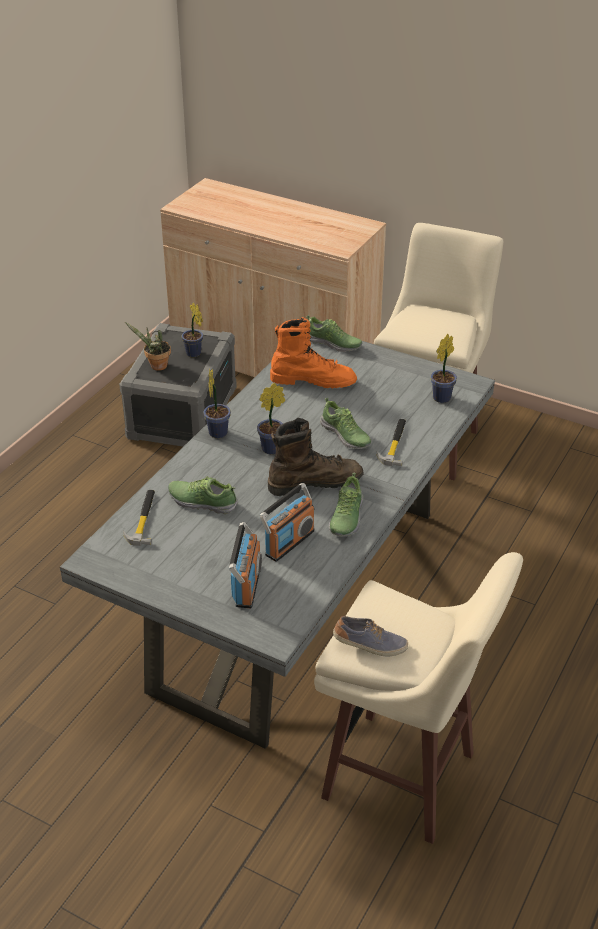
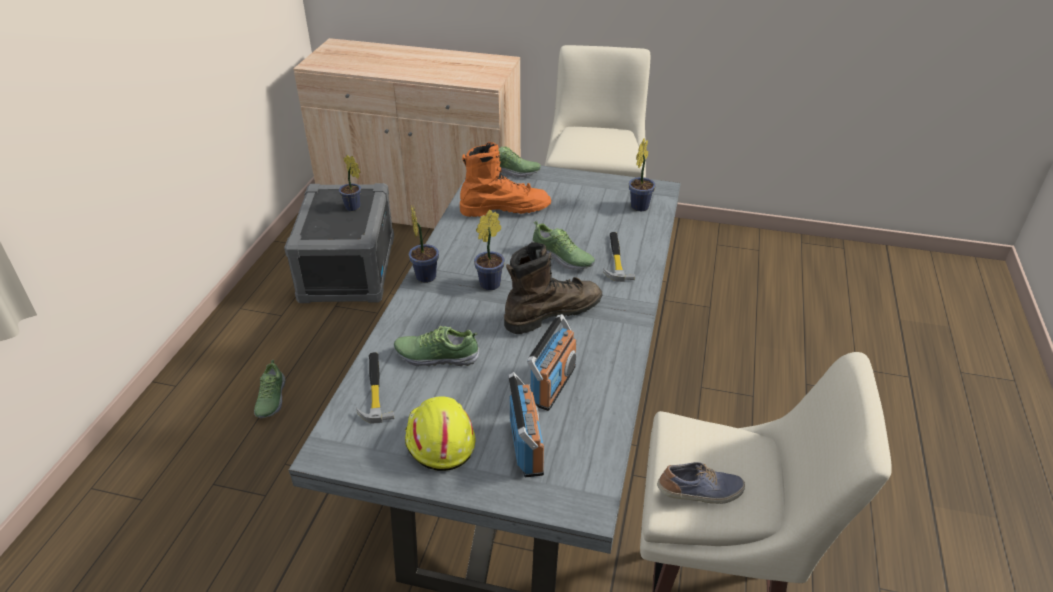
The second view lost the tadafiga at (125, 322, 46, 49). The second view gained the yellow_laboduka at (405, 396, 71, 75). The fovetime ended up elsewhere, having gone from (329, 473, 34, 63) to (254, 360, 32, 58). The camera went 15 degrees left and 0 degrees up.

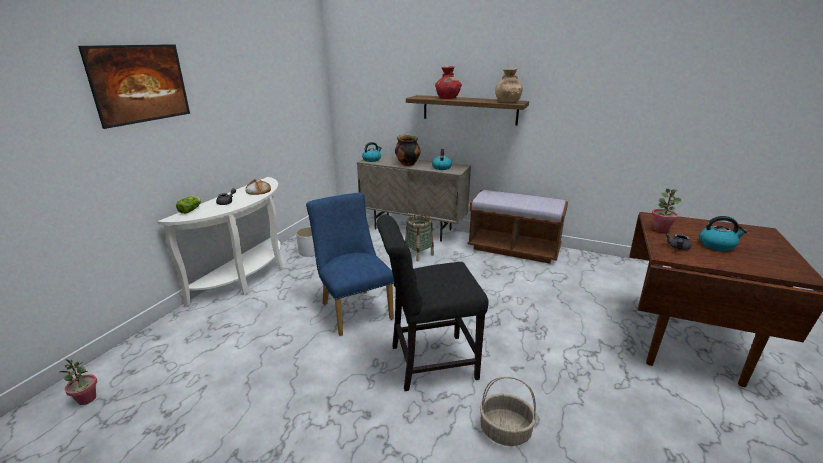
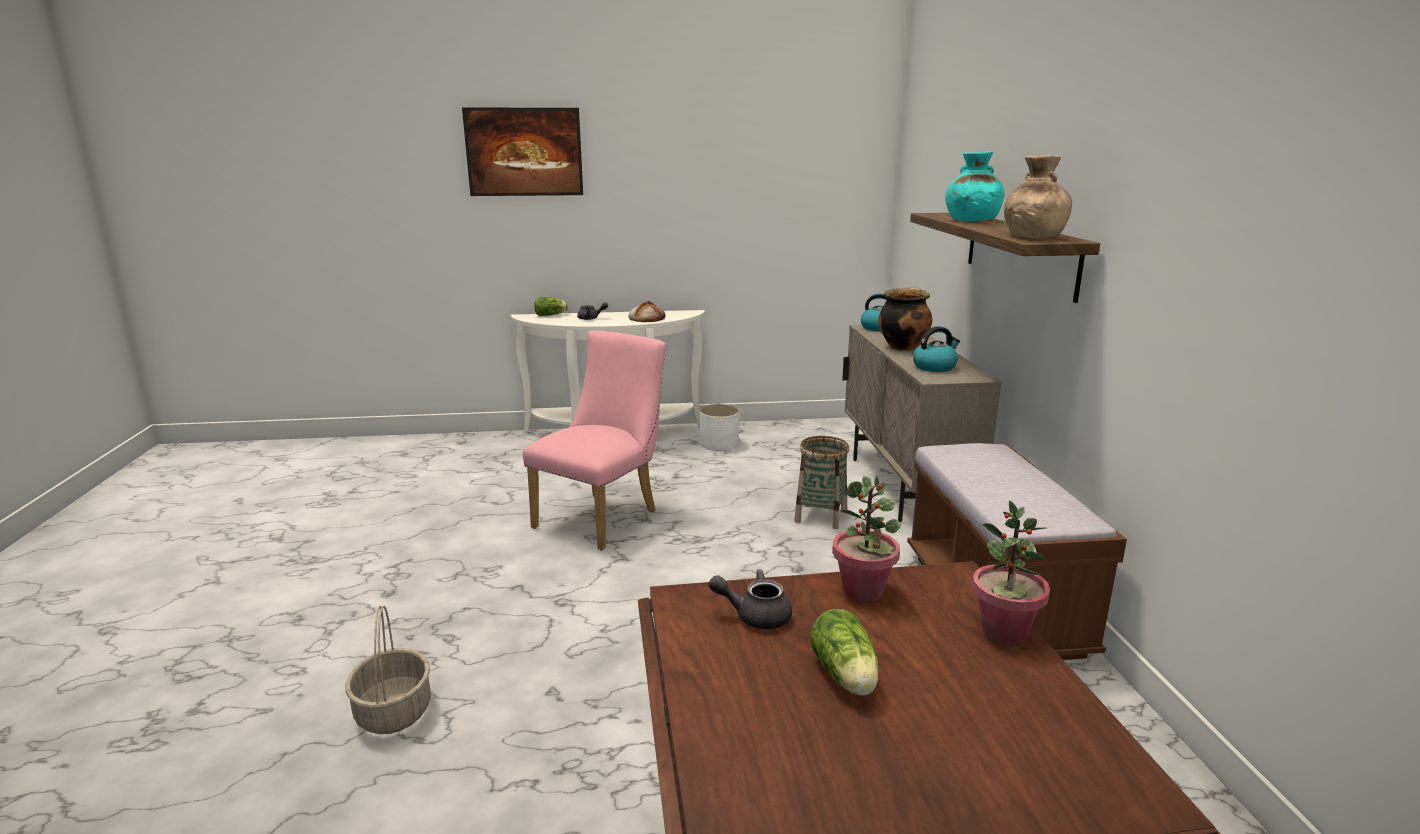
The second view lost the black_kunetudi at (377, 215, 112, 176). The tadafiga ended up elsewhere, having gone from (60, 359, 37, 46) to (972, 500, 78, 145). Where the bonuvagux stood at (699, 216, 48, 35), the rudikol came to stand at (810, 609, 69, 87). What was the blue_kunetudi at (306, 193, 88, 143) turned into the pink_kunetudi at (523, 331, 143, 220). What was the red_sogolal at (435, 66, 27, 33) turned into the turquoise_sogolal at (945, 151, 60, 70). The camera went 60 degrees right and 5 degrees down.

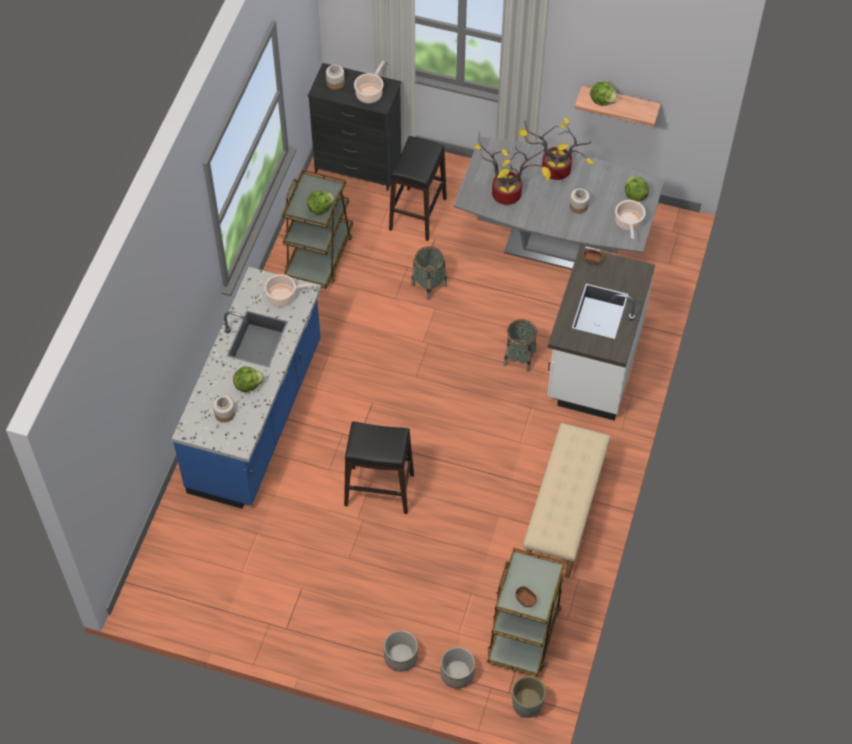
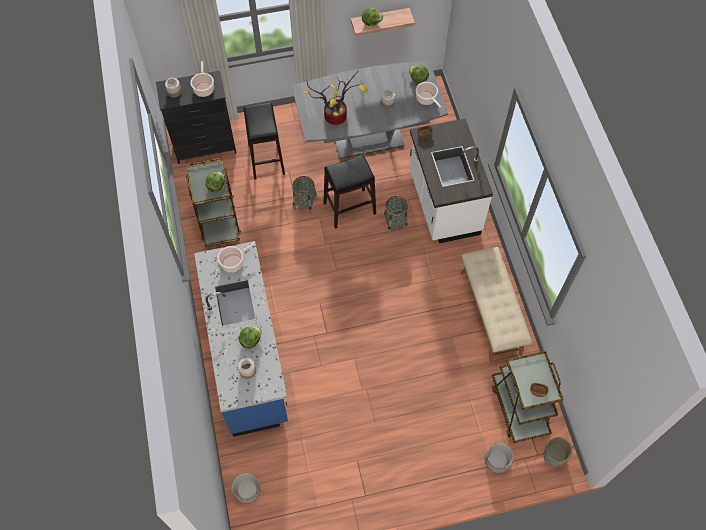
The second view lost the tadafiga at (518, 118, 76, 62). The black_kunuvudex ended up elsewhere, having gone from (344, 422, 70, 92) to (323, 154, 53, 75). The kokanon ended up elsewhere, having gone from (384, 630, 34, 42) to (232, 473, 28, 31). The camera went 30 degrees left and 5 degrees up.

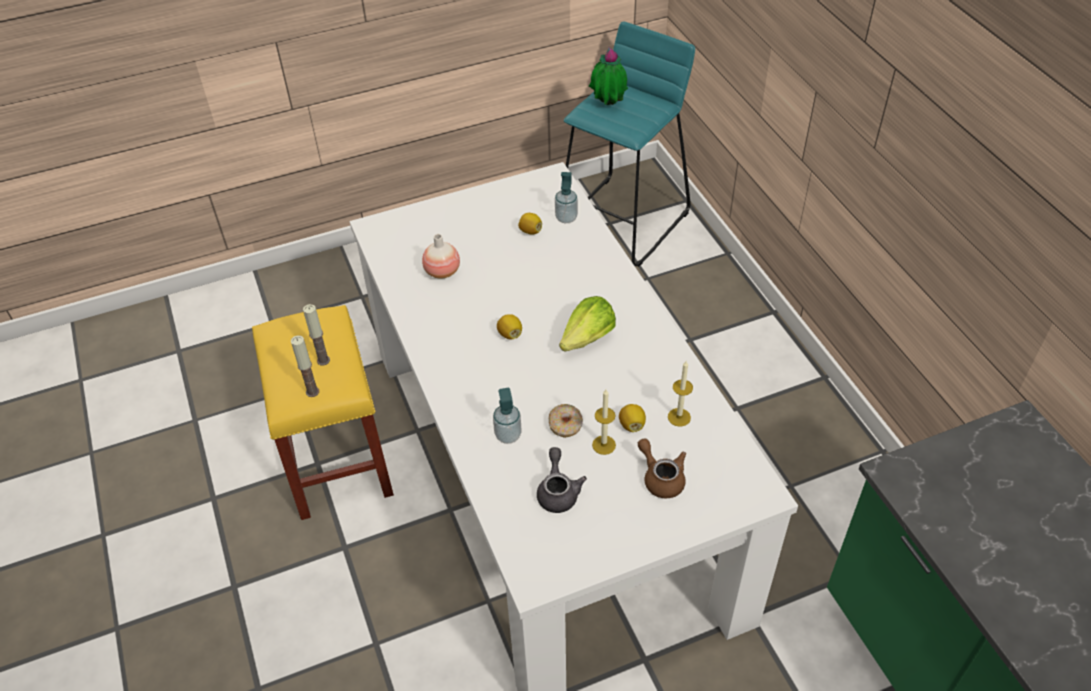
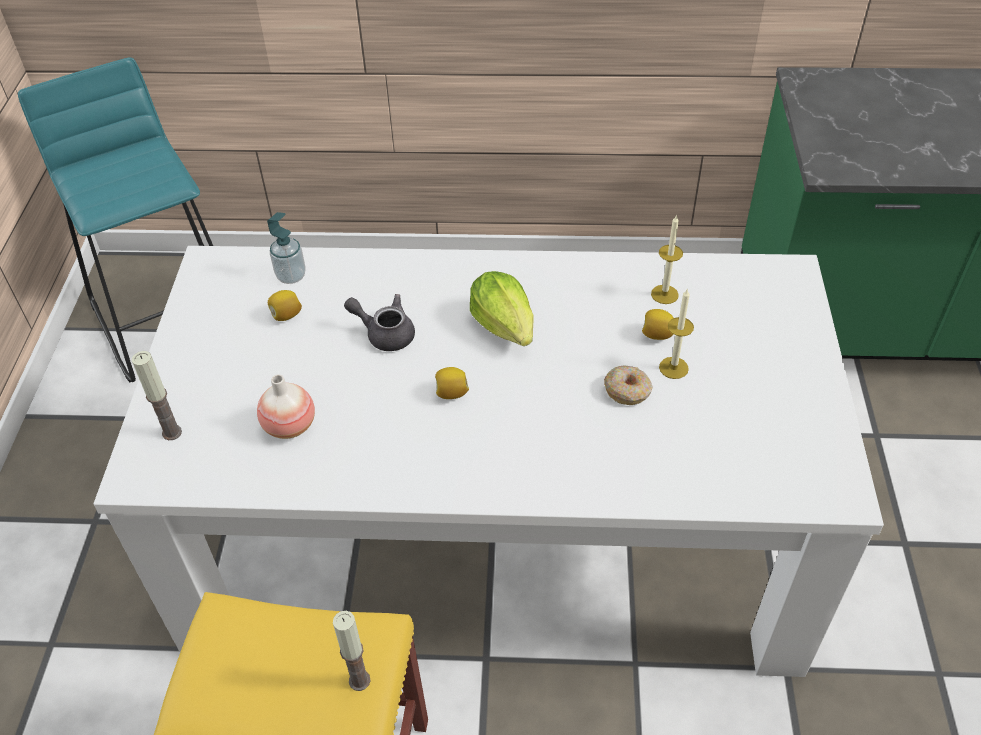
The second view lost the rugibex at (493, 388, 28, 56). The second view lost the tadafiga at (589, 47, 39, 58). The second view lost the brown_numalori at (638, 438, 48, 60). The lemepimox ended up elsewhere, having gone from (303, 304, 27, 62) to (132, 351, 50, 89). The grey_numalori ended up elsewhere, having gone from (537, 447, 50, 66) to (344, 294, 71, 57). The camera went 65 degrees left and 0 degrees up.

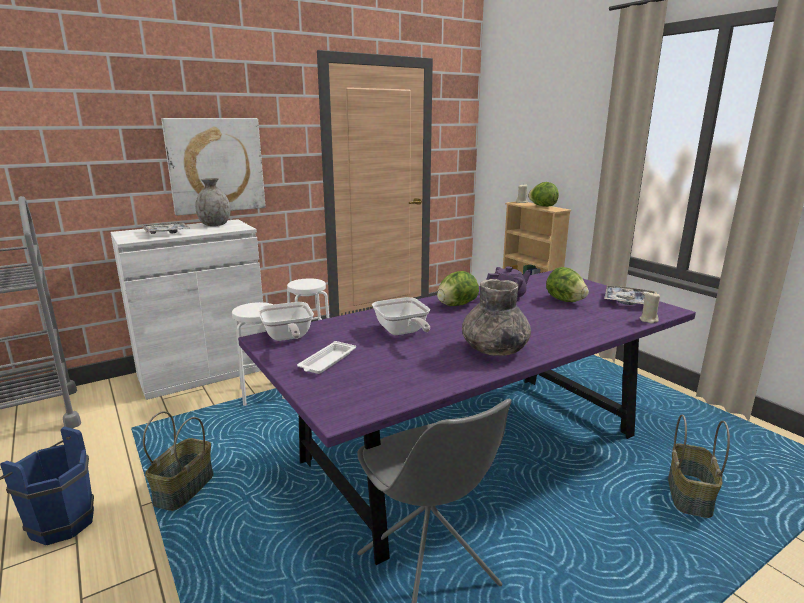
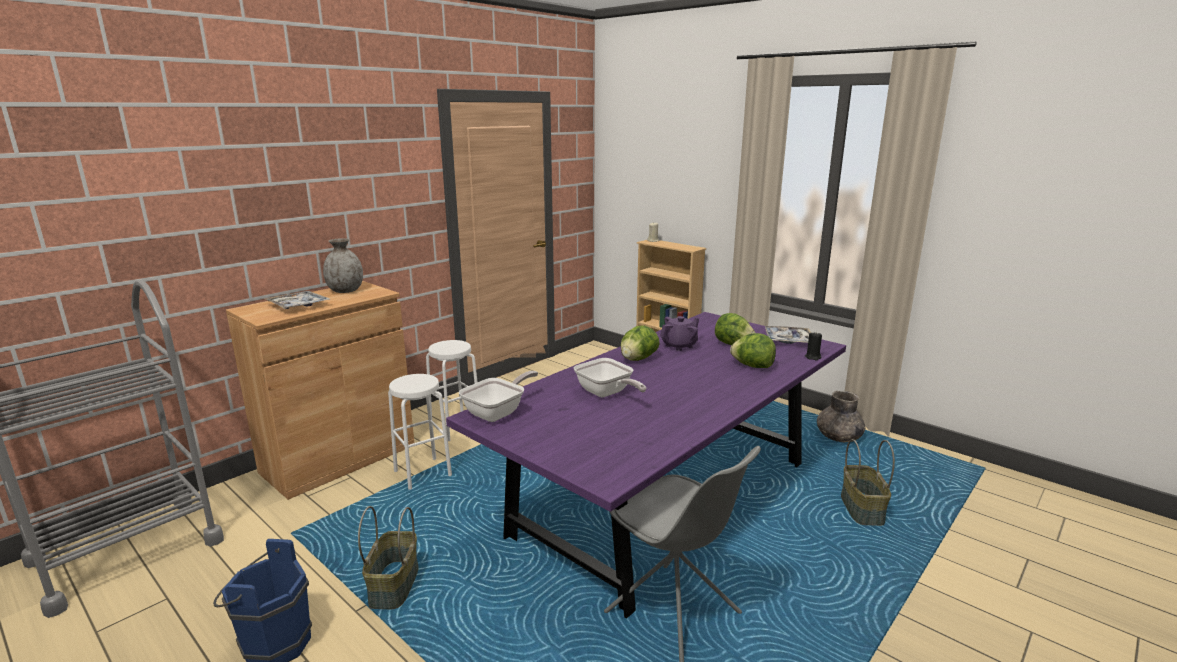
The second view lost the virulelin at (161, 118, 105, 98). The second view lost the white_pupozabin at (297, 341, 59, 33). The grey_sogolal ended up elsewhere, having gone from (462, 279, 69, 77) to (817, 391, 48, 51). The rudikol ended up elsewhere, having gone from (528, 182, 31, 25) to (730, 333, 46, 35). What was the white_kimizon at (110, 219, 156, 181) turned into the brown_kimizon at (226, 281, 188, 219). What was the beige_lemepimox at (640, 291, 20, 33) turned into the black_lemepimox at (805, 332, 17, 29). The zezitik at (258, 302, 56, 39) ended up facing another way, 105 degrees counterclockwise from before. The camera went 15 degrees left and 0 degrees up.

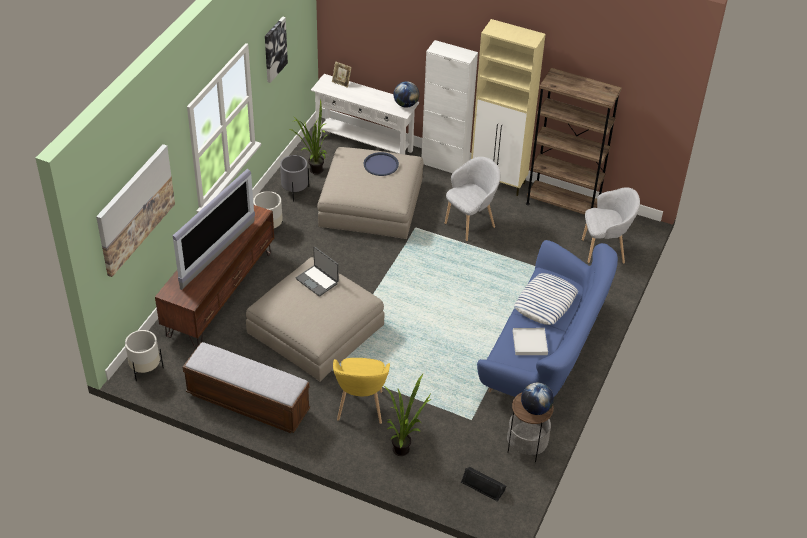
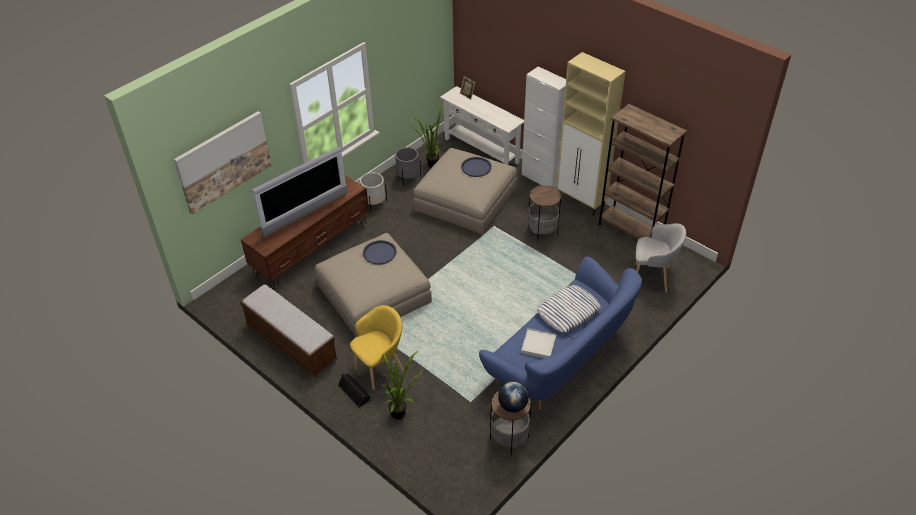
The second view lost the white_kokanon at (125, 330, 39, 52). The second view lost the virulelin at (265, 17, 23, 66). The second view lost the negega at (393, 81, 26, 27). The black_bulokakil ended up elsewhere, having gone from (461, 467, 45, 35) to (338, 374, 33, 34). Where the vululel stood at (296, 247, 43, 50), the blue_pupozabin came to stand at (363, 240, 34, 25). Where the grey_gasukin stood at (445, 157, 55, 84), the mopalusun came to stand at (528, 185, 33, 57). The yellow_gasukin at (333, 358, 57, 66) ended up facing another way, 150 degrees counterclockwise from before. The camera went 20 degrees right and 0 degrees up.

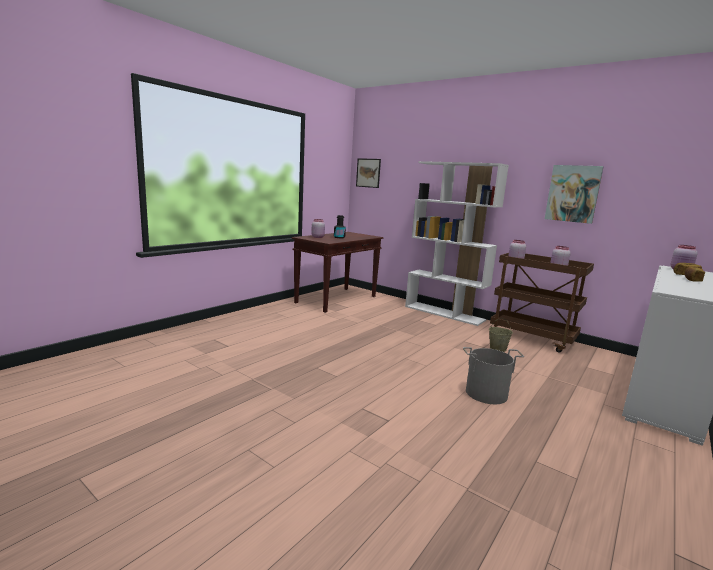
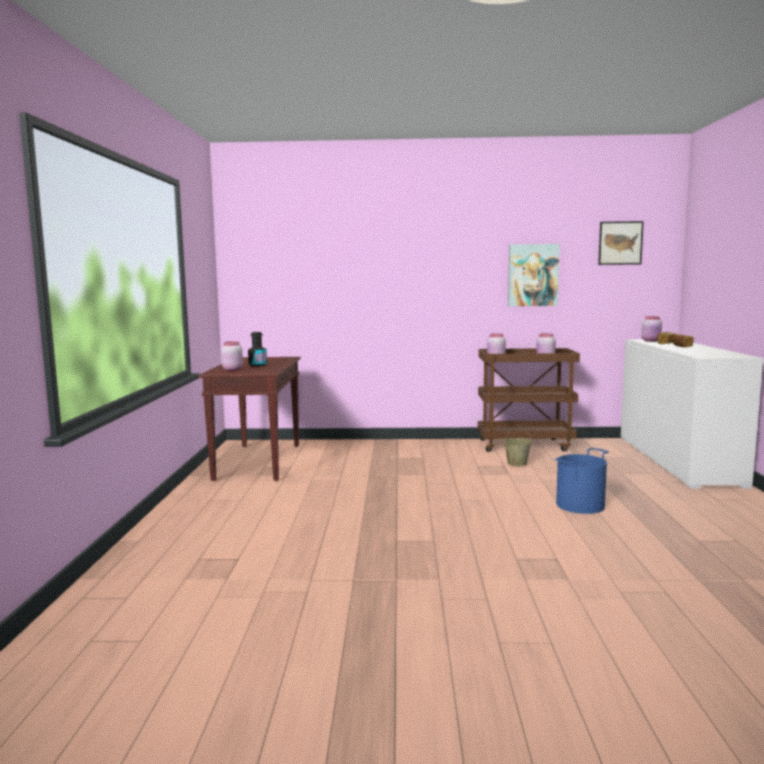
The second view lost the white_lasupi at (405, 161, 104, 165). The virulelin ended up elsewhere, having gone from (356, 158, 25, 30) to (598, 221, 46, 44). What was the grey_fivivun at (463, 347, 61, 57) turned into the blue_fivivun at (555, 448, 54, 66). The camera went 35 degrees left and 5 degrees down.

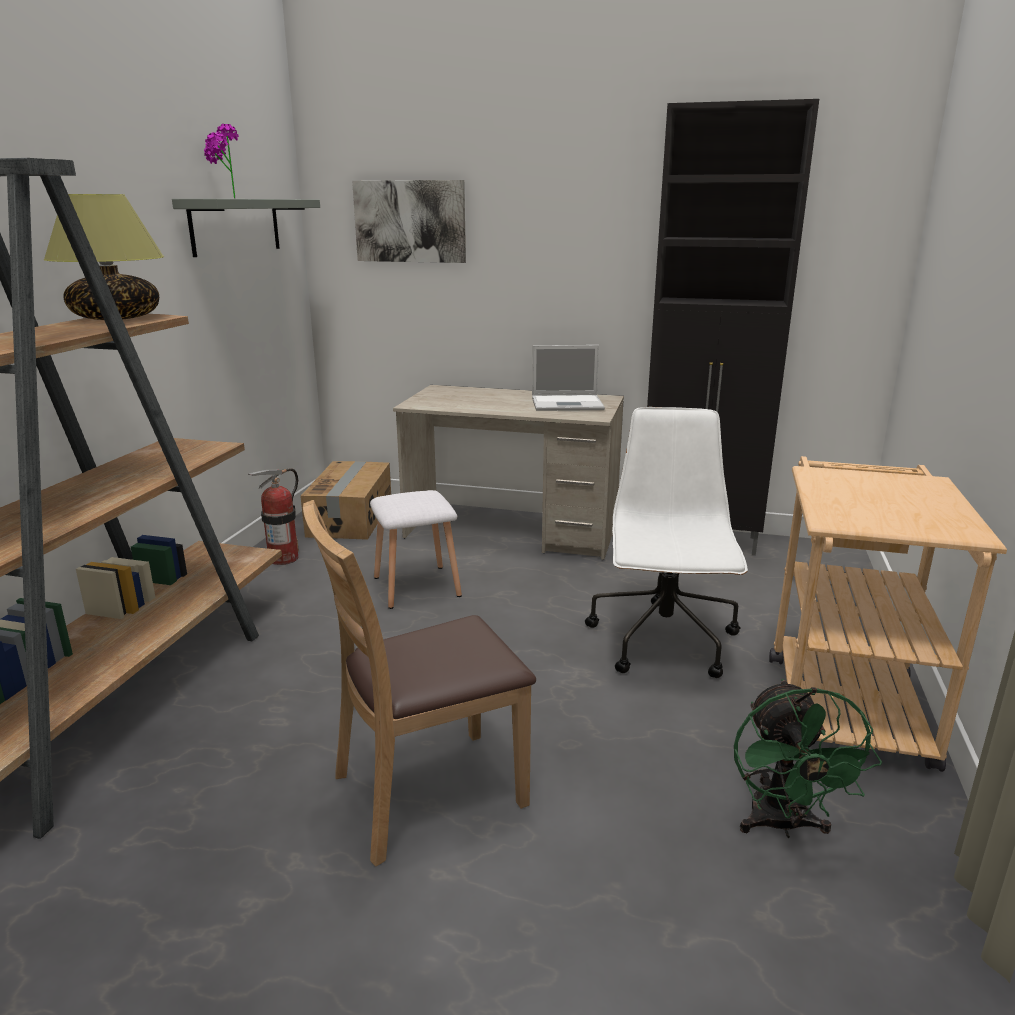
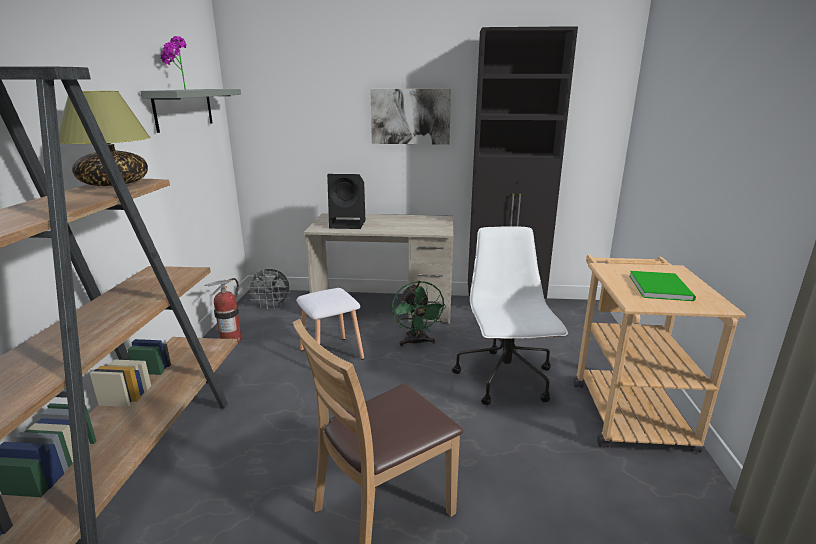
The second view lost the vululel at (532, 345, 73, 66). The second view gained the black_bulokakil at (327, 174, 38, 55). The second view gained the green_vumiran at (629, 271, 67, 30). The virulelin ended up elsewhere, having gone from (352, 180, 114, 83) to (370, 89, 81, 56). The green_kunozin ended up elsewhere, having gone from (734, 679, 148, 159) to (392, 281, 54, 65). Where the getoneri stood at (300, 461, 91, 79), the grey_kunozin came to stand at (247, 269, 44, 40). The camera went 10 degrees left and 0 degrees up.

